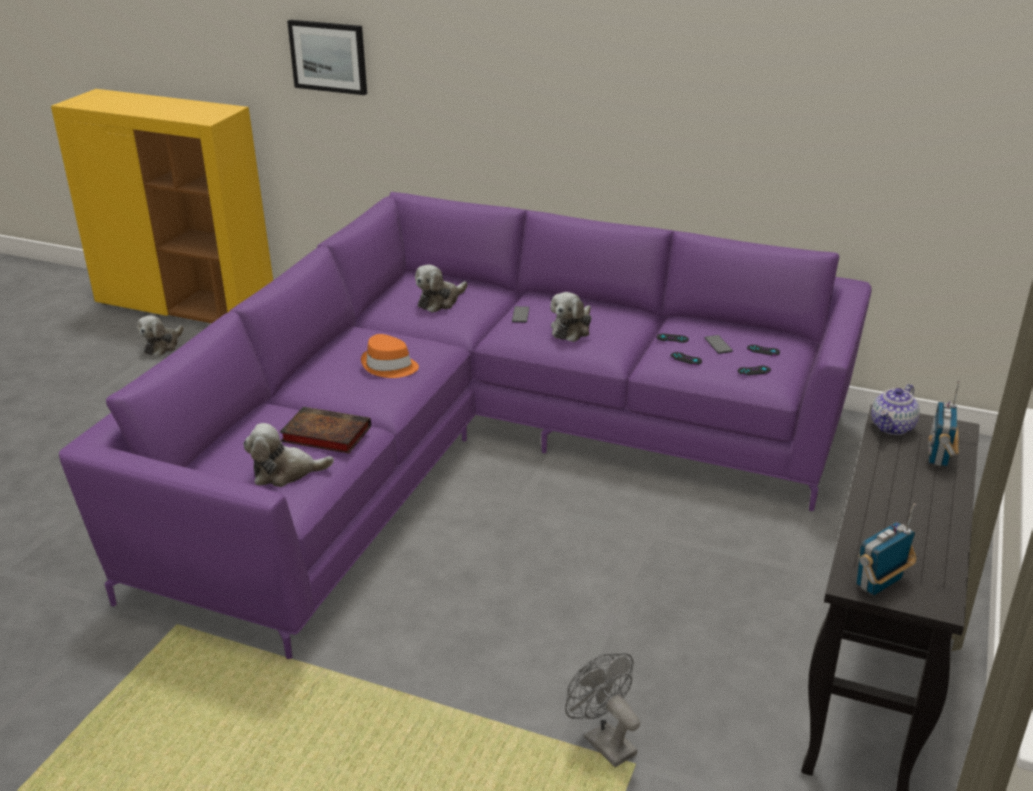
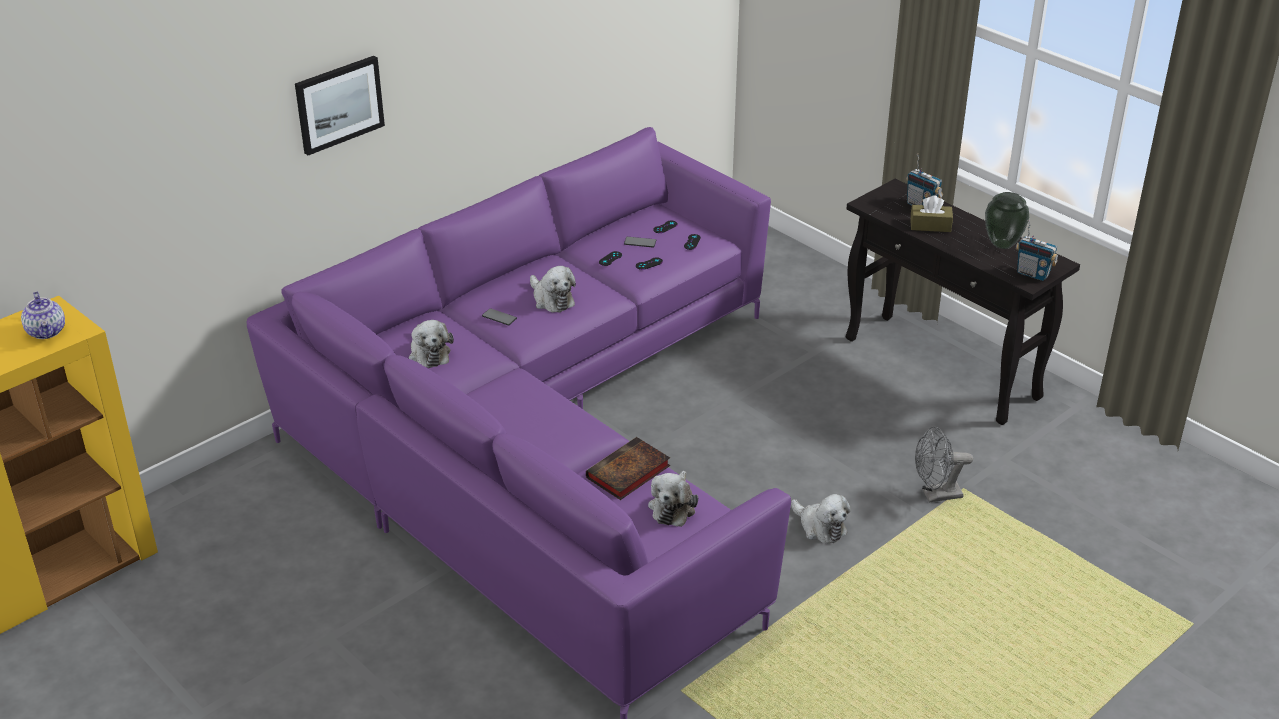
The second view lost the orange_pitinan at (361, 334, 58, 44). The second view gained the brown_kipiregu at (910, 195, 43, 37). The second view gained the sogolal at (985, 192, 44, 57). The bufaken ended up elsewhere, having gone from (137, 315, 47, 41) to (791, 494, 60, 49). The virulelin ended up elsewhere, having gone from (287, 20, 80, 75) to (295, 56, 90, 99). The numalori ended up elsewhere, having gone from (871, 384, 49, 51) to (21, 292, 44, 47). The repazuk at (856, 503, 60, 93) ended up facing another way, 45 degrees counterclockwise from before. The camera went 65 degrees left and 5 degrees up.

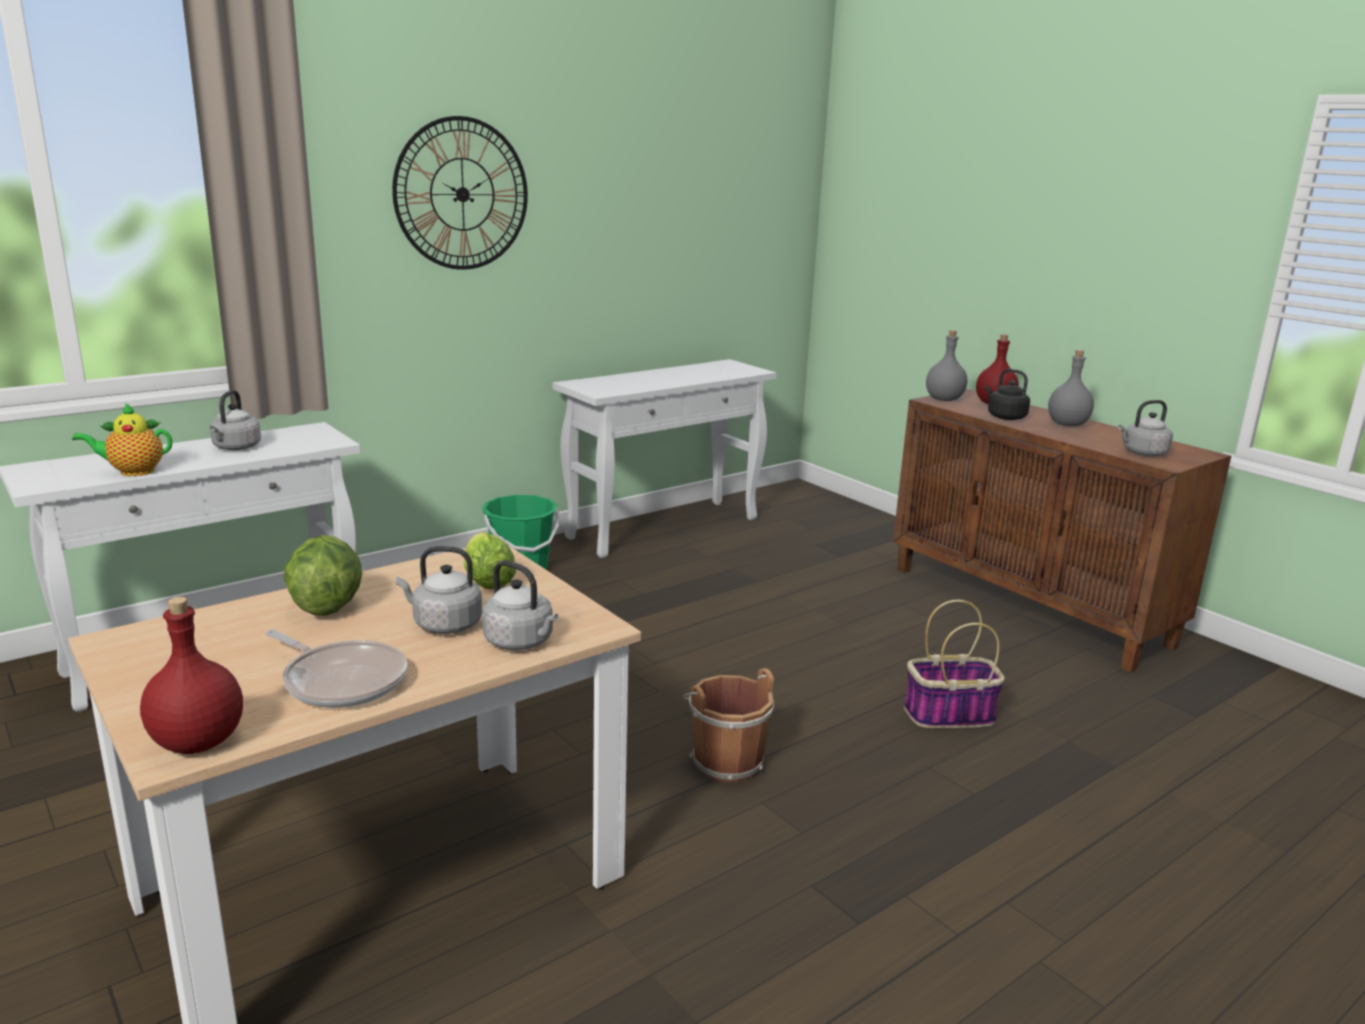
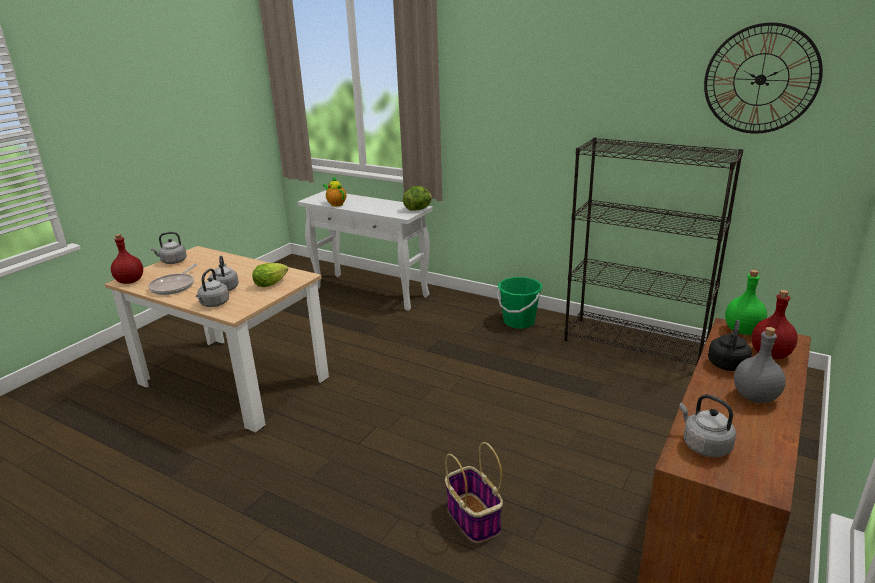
The second view lost the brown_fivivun at (683, 668, 91, 114). The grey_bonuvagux ended up elsewhere, having gone from (209, 390, 52, 60) to (150, 232, 37, 32). The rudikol ended up elsewhere, having gone from (283, 535, 79, 81) to (403, 186, 29, 25). The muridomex ended up elsewhere, having gone from (392, 116, 136, 154) to (704, 22, 119, 112). Where the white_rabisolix stood at (553, 359, 224, 199), the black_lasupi came to stand at (564, 137, 179, 229). What was the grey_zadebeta at (926, 330, 41, 71) turned into the green_zadebeta at (725, 270, 42, 65). The camera went 70 degrees right and 5 degrees up.

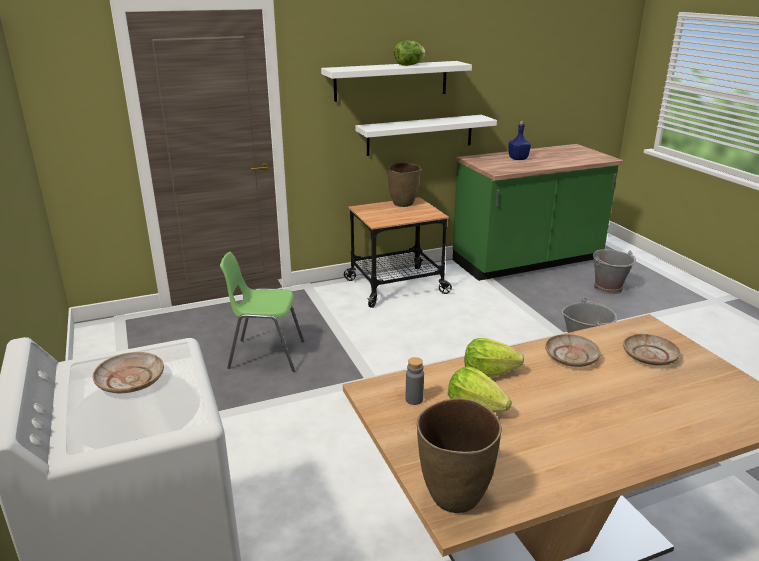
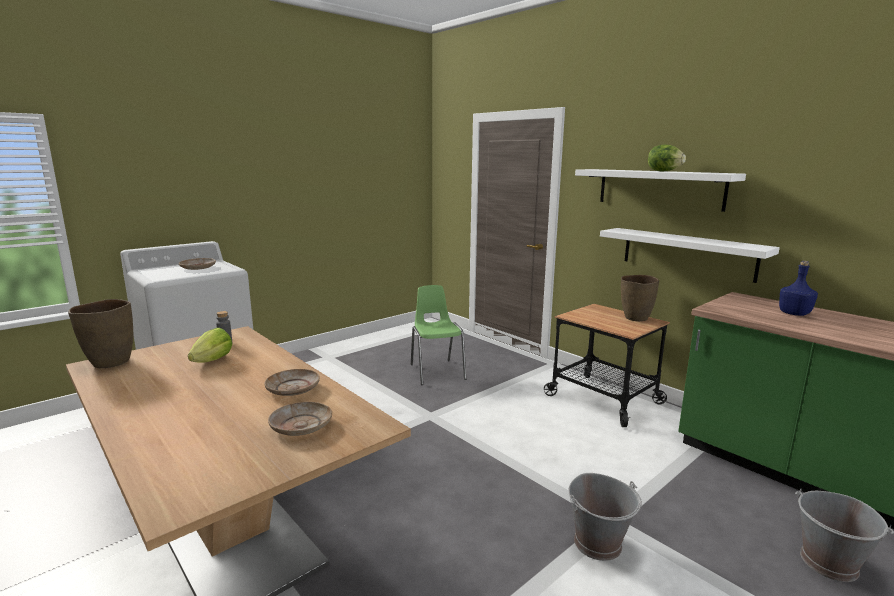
The second view lost the rudikol at (465, 338, 59, 39). The camera went 70 degrees right and 10 degrees down.

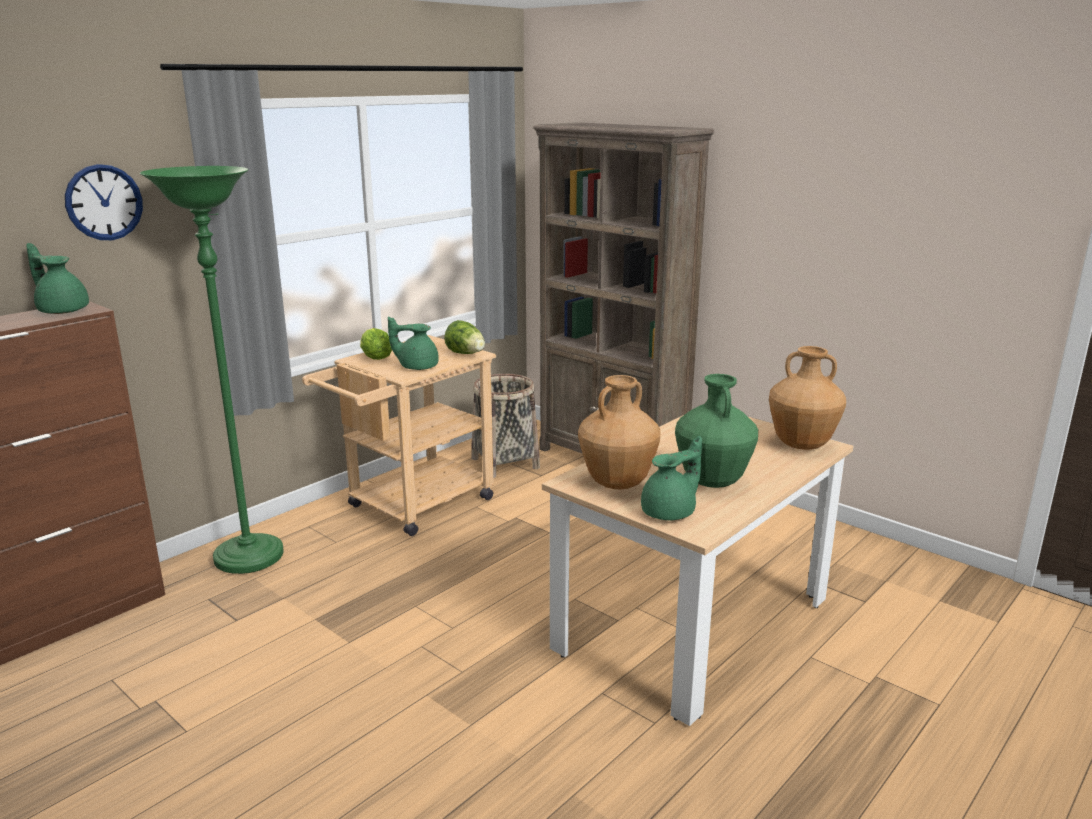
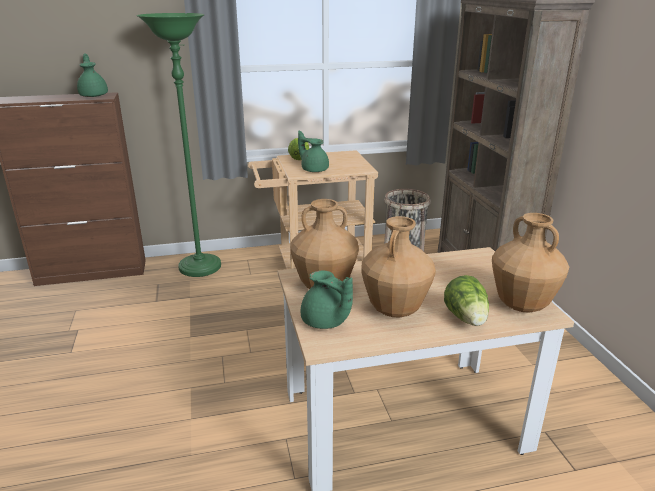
The second view lost the muridomex at (65, 164, 78, 76). The rudikol ended up elsewhere, having gone from (444, 320, 41, 34) to (444, 275, 45, 51). What was the green_sogolal at (675, 374, 83, 114) turned into the brown_sogolal at (361, 216, 75, 101). The green_numalori at (641, 436, 61, 84) ended up facing another way, 45 degrees clockwise from before. The camera went 35 degrees right and 5 degrees up.

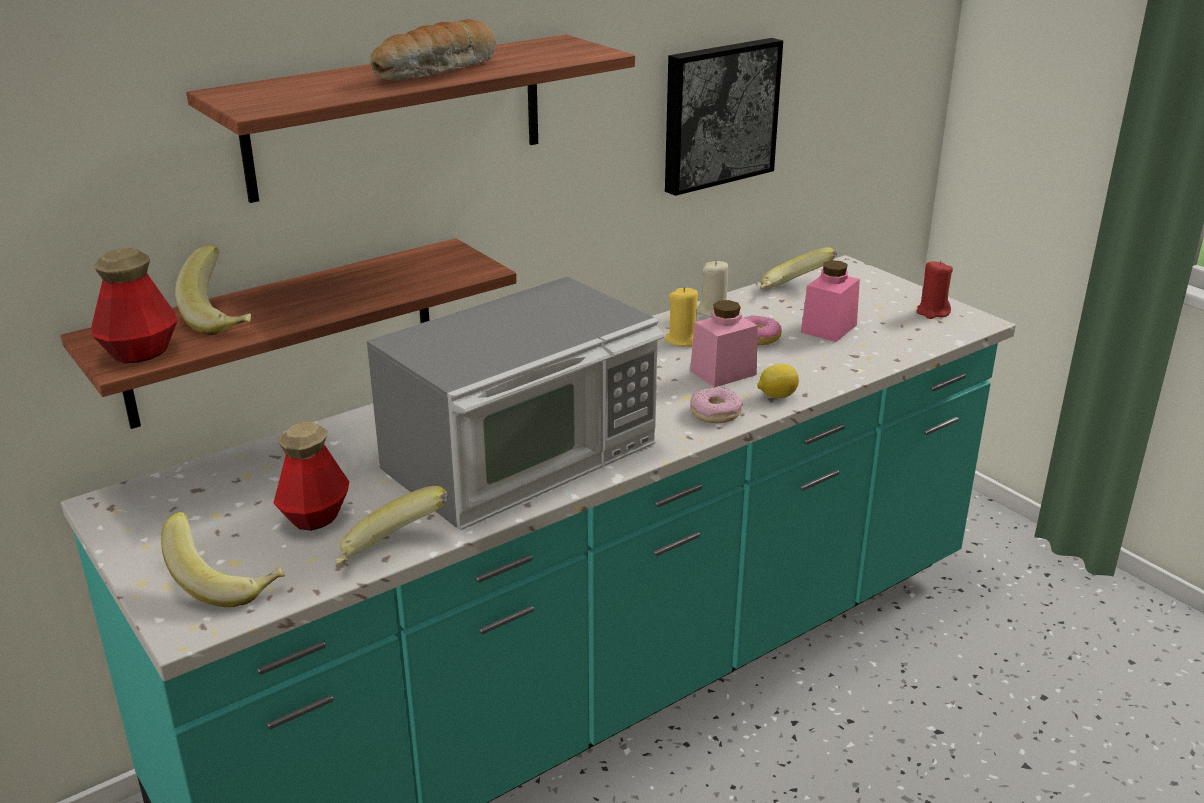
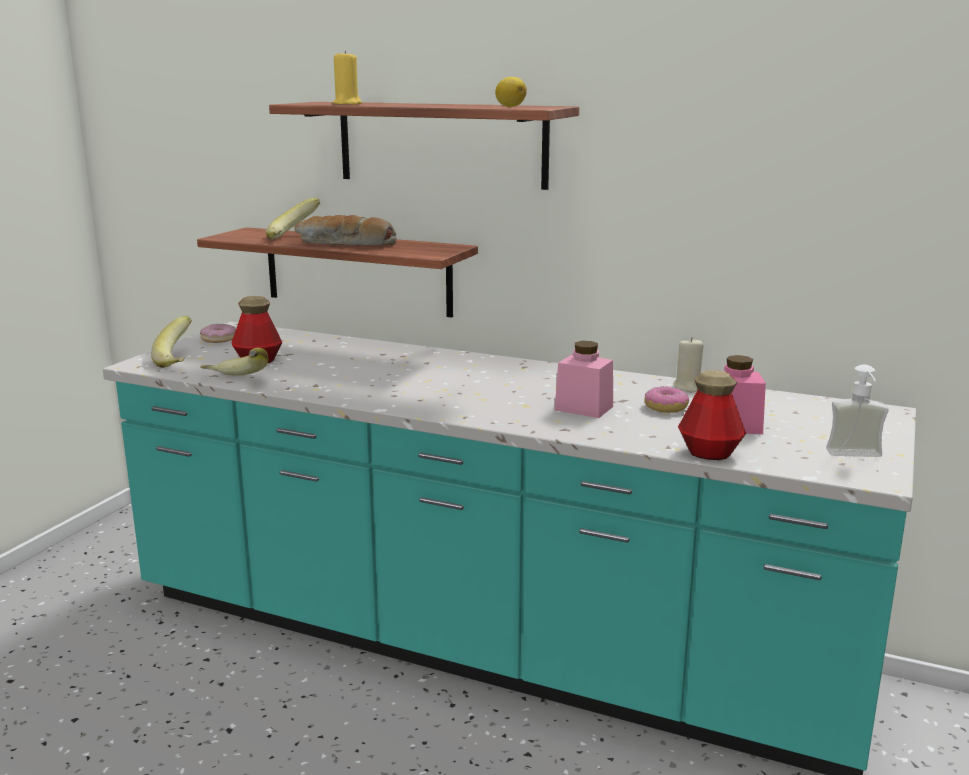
The second view lost the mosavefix at (367, 276, 298, 254). The second view lost the virulelin at (665, 38, 118, 158). The second view lost the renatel at (760, 247, 77, 42). The zadebeta ended up elsewhere, having gone from (91, 248, 87, 115) to (678, 370, 68, 90). The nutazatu ended up elsewhere, having gone from (370, 19, 126, 62) to (294, 215, 103, 30). The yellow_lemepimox ended up elsewhere, having gone from (665, 287, 33, 60) to (333, 51, 29, 54). The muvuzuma ended up elsewhere, having gone from (690, 388, 53, 35) to (200, 324, 36, 19). The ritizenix ended up elsewhere, having gone from (757, 364, 42, 34) to (495, 77, 32, 30). Where the red_lemepimox stood at (917, 261, 36, 58), the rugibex came to stand at (826, 365, 63, 92). The camera went 60 degrees right and 10 degrees down.

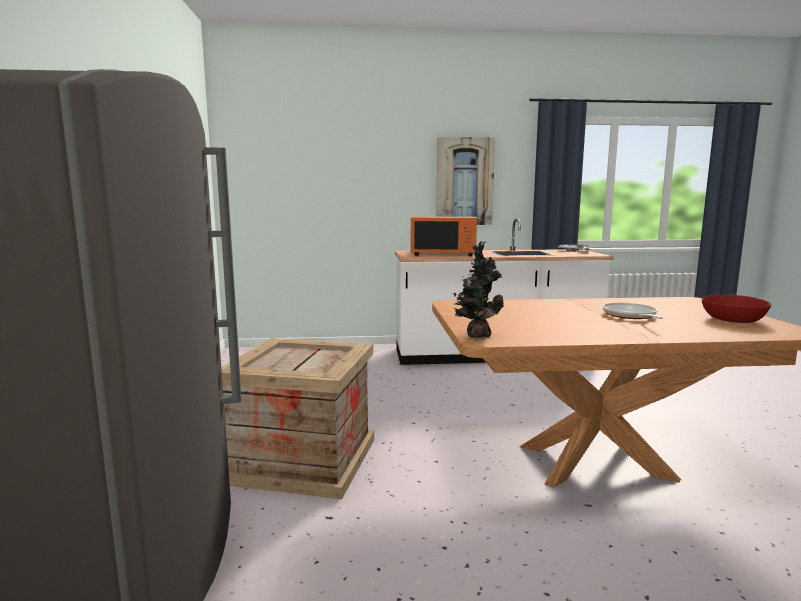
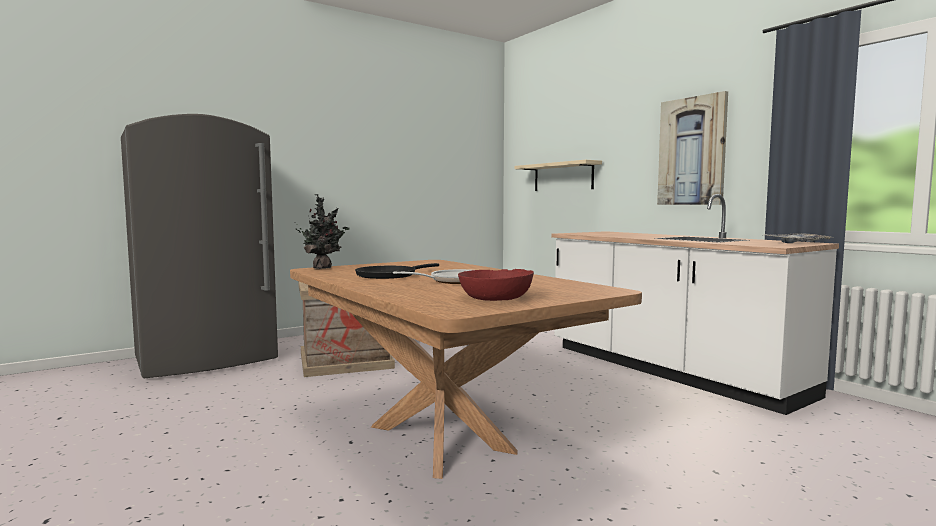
The second view lost the orange_mosavefix at (411, 217, 66, 39). The second view gained the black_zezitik at (355, 263, 84, 16). The second view gained the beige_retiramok at (514, 160, 88, 31). The camera went 60 degrees right and 5 degrees down.

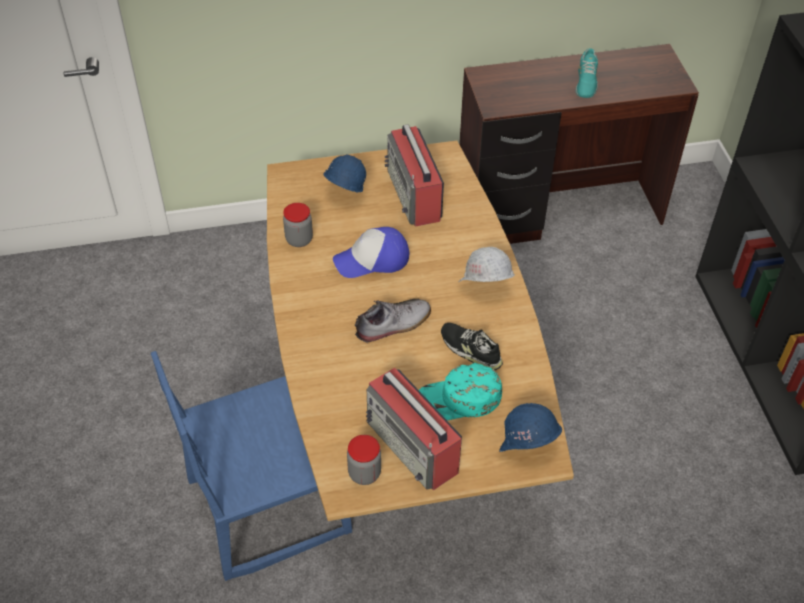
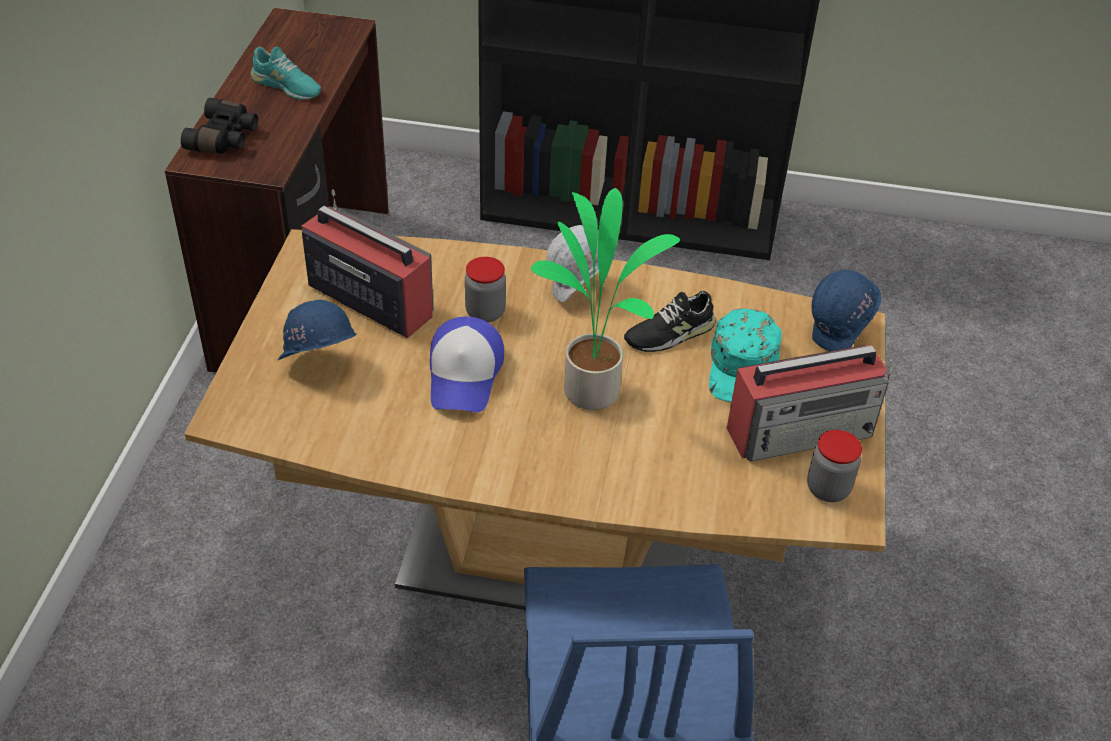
The second view gained the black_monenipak at (181, 98, 77, 56). The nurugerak ended up elsewhere, having gone from (283, 203, 30, 44) to (465, 257, 41, 65). Where the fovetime stood at (355, 298, 76, 45), the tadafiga came to stand at (531, 188, 149, 222). The repazuk at (385, 124, 59, 103) ended up facing another way, 150 degrees counterclockwise from before. The camera went 70 degrees left and 5 degrees down.

